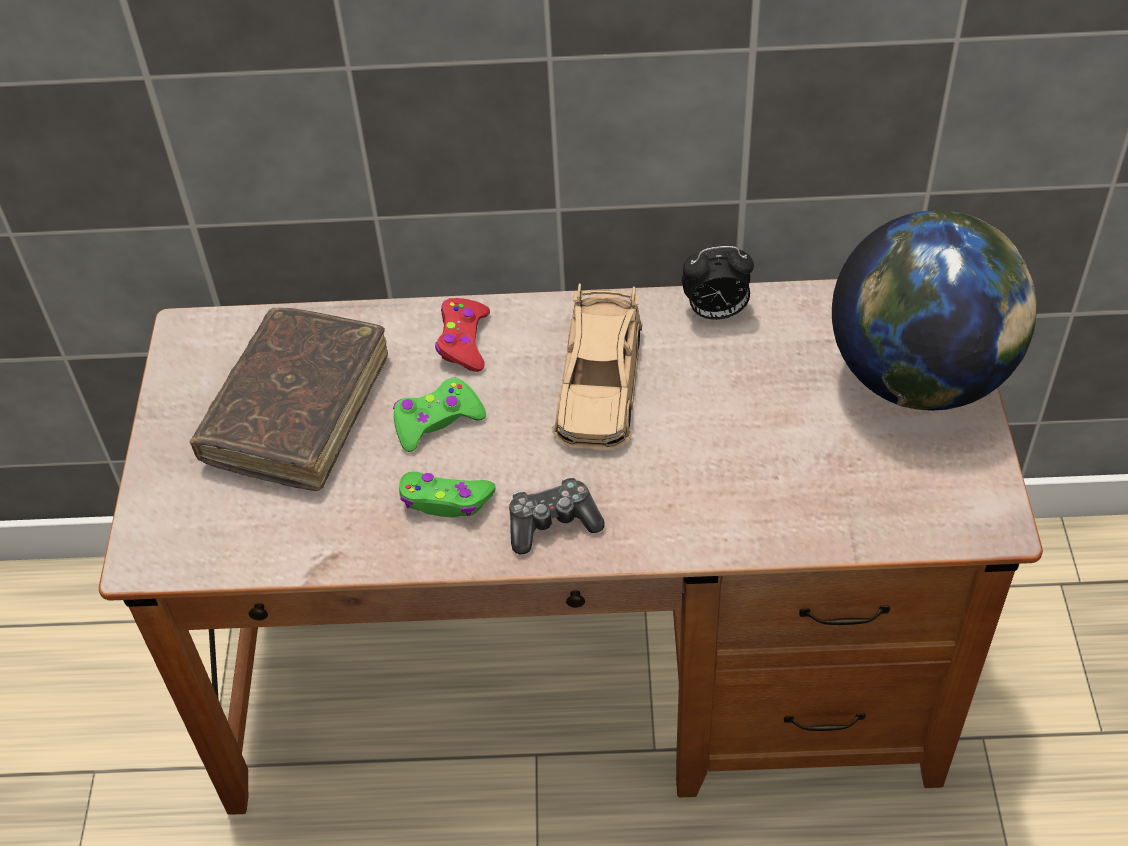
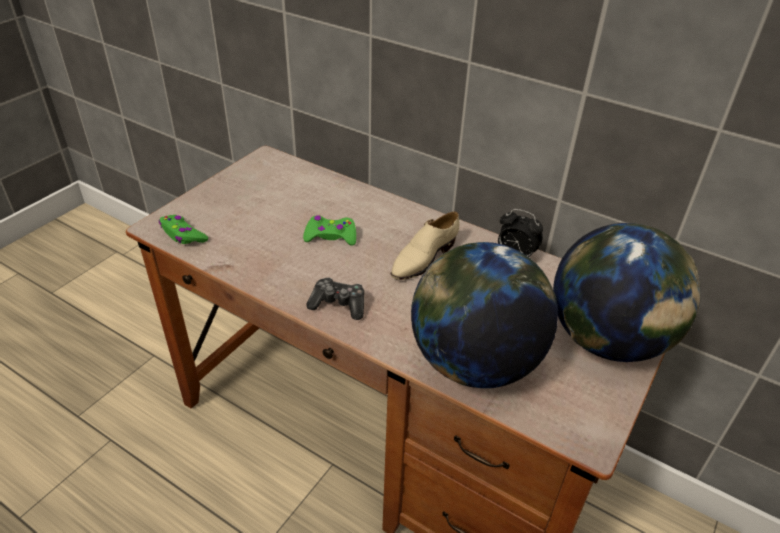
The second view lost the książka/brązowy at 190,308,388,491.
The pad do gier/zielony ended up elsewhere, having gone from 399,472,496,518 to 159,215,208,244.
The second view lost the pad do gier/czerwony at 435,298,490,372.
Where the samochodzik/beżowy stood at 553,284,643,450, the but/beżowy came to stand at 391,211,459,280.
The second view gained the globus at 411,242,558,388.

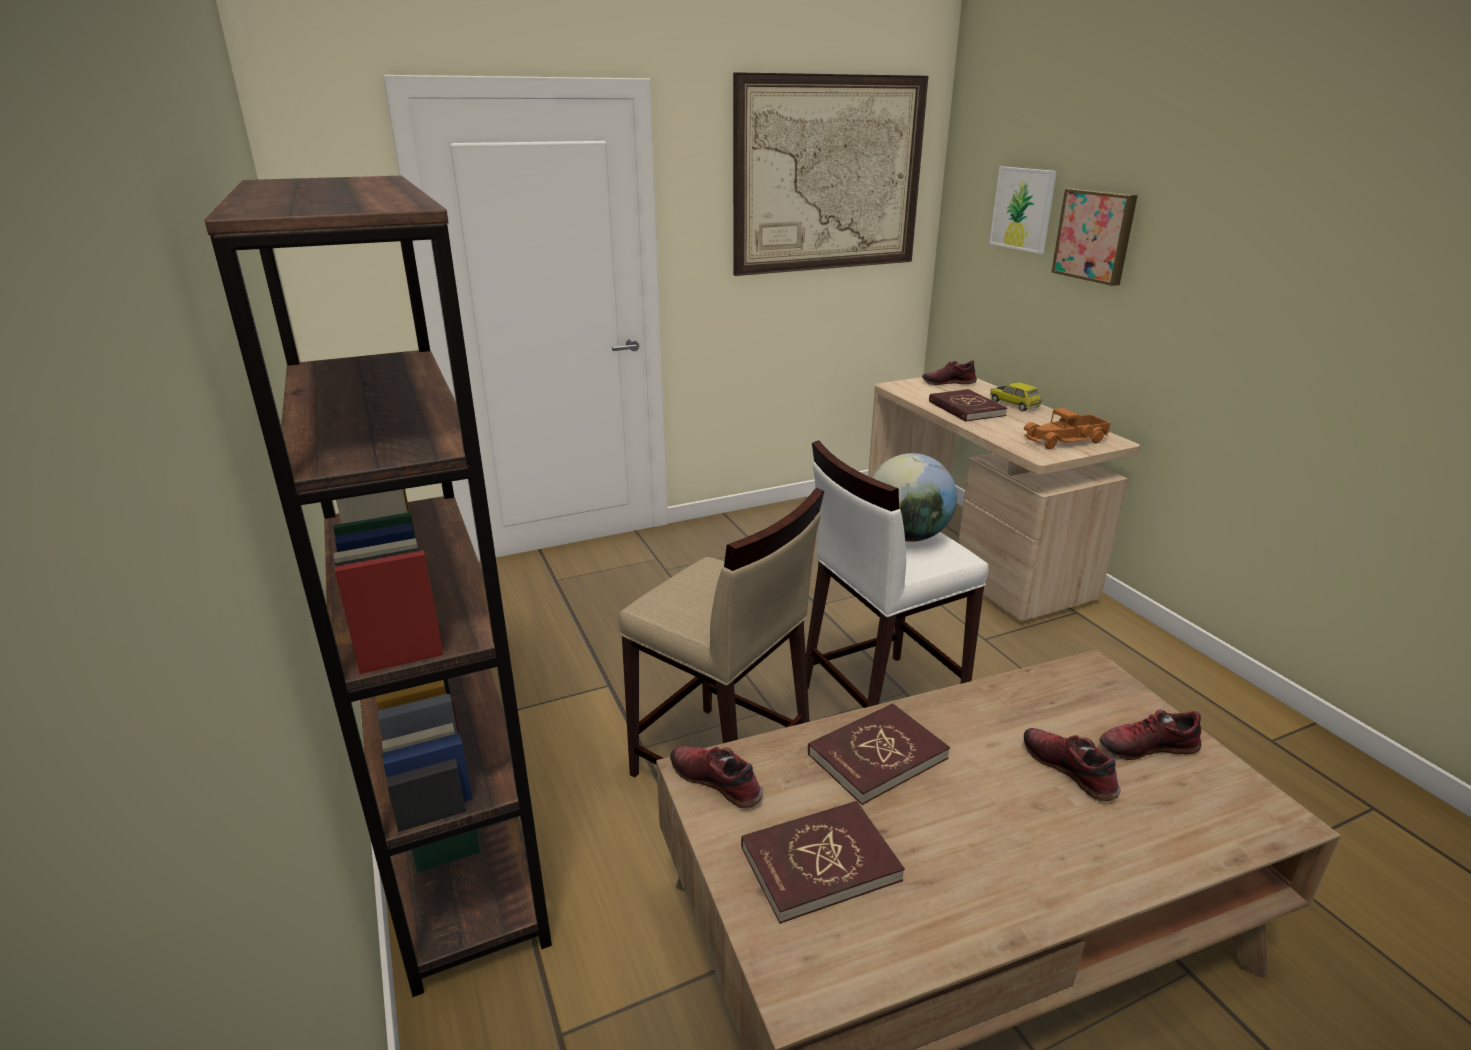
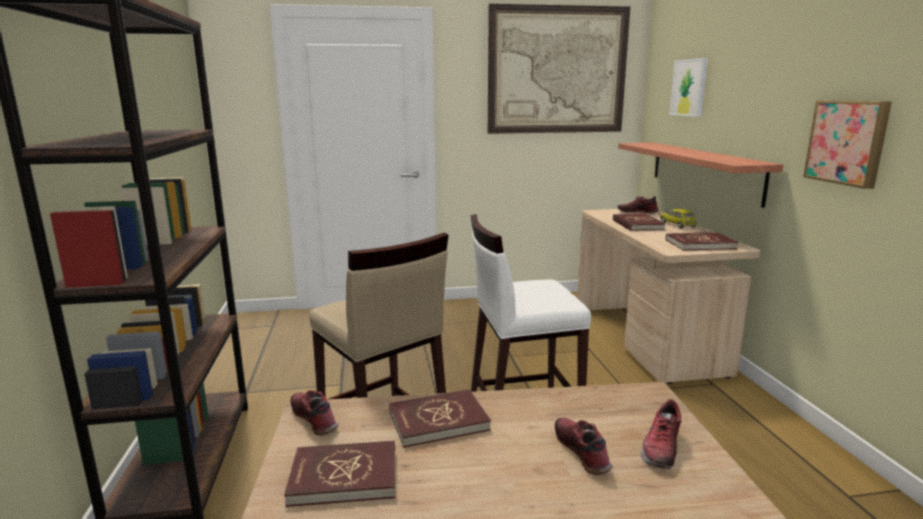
The second view lost the globus at 872,453,957,542.
Where the ciężarówka zabawkowa stood at 1024,408,1111,449, the książka/czerwony came to stand at 666,232,738,251.
The obraz ended up elsewhere, having gone from 1051,188,1138,286 to 803,100,892,189.
The but at 1099,710,1201,760 ended up facing another way, 75 degrees counterclockwise from before.
The second view gained the półka at 618,142,783,208.

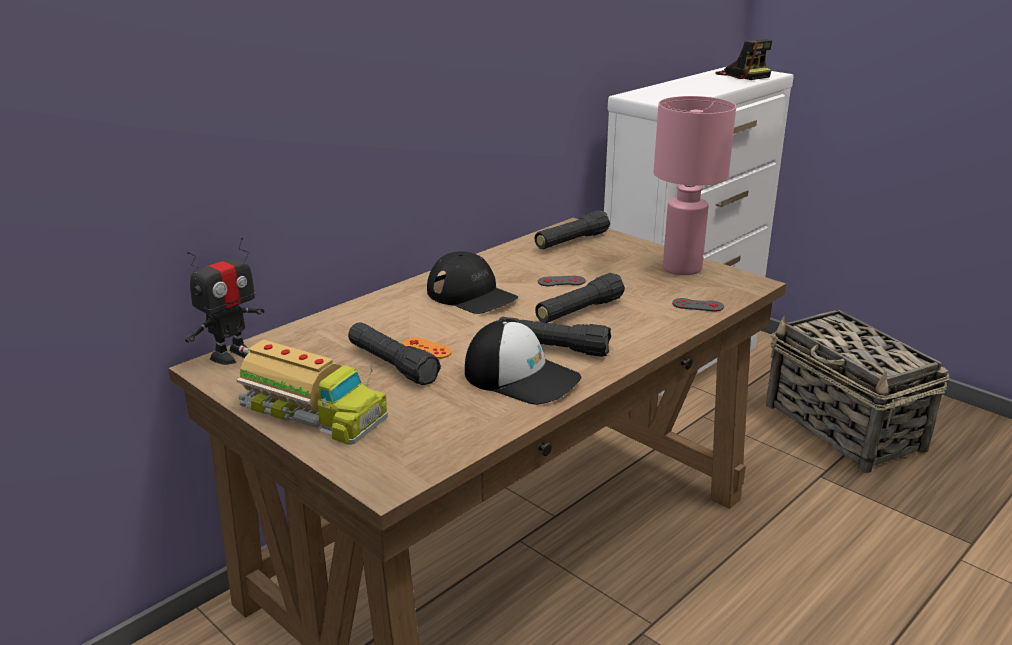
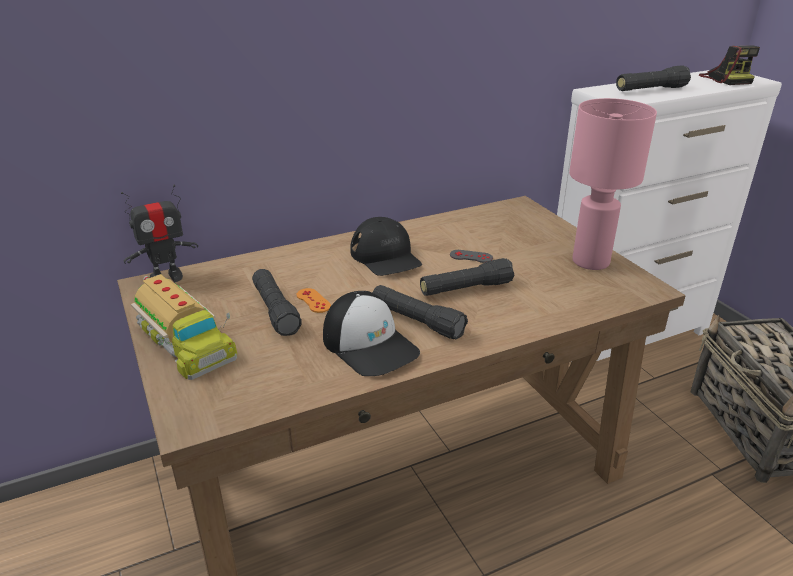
The latarka/czarny ended up elsewhere, having gone from 535,210,610,249 to 616,65,691,91.
The second view lost the pad do gier/szary at 672,298,724,311.

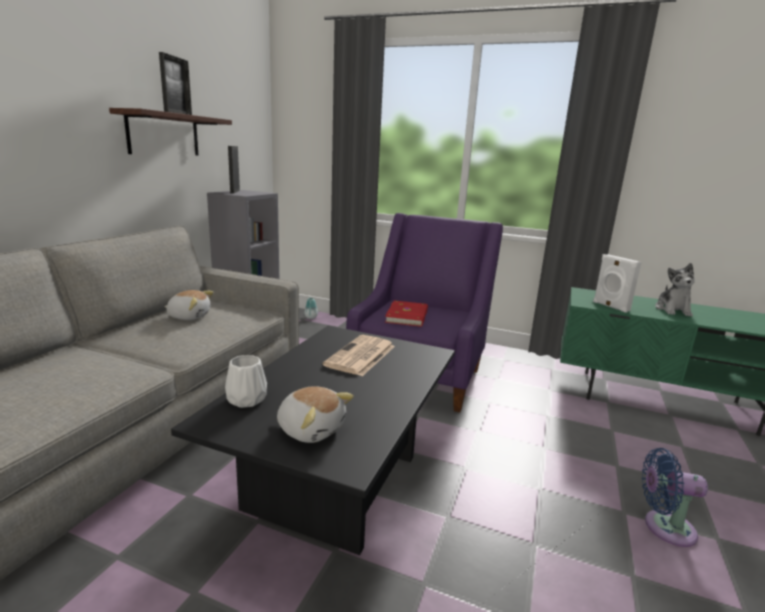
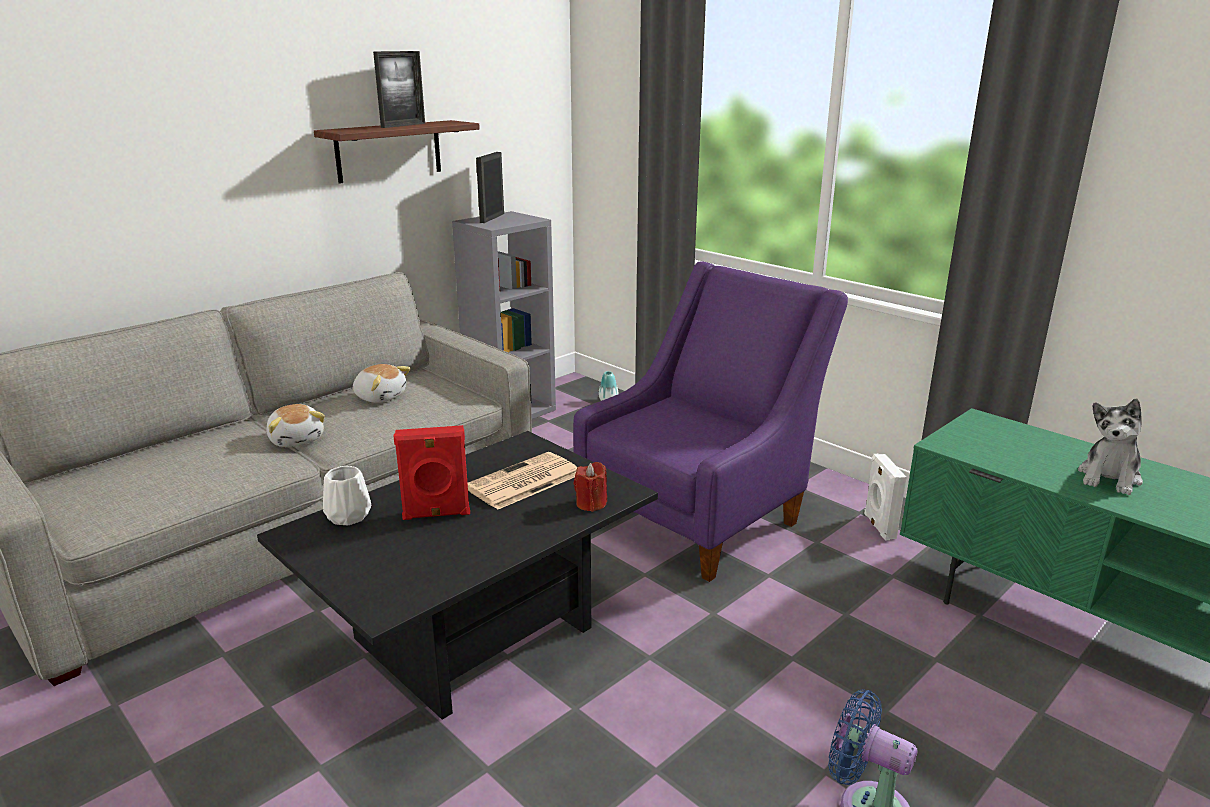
The pluszak ended up elsewhere, having gone from 277,386,354,443 to 266,404,325,447.
The second view lost the książka/czerwony at 385,301,428,327.
The głośnik/biały ended up elsewhere, having gone from 593,254,642,313 to 864,454,906,540.
The second view gained the głośnik/czerwony at 394,425,470,520.
The second view gained the świeca/czerwony at 574,462,607,512.

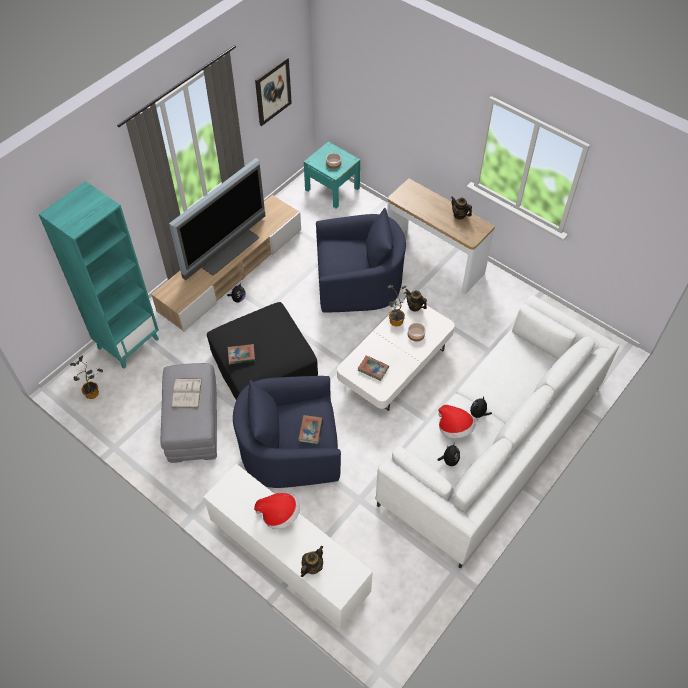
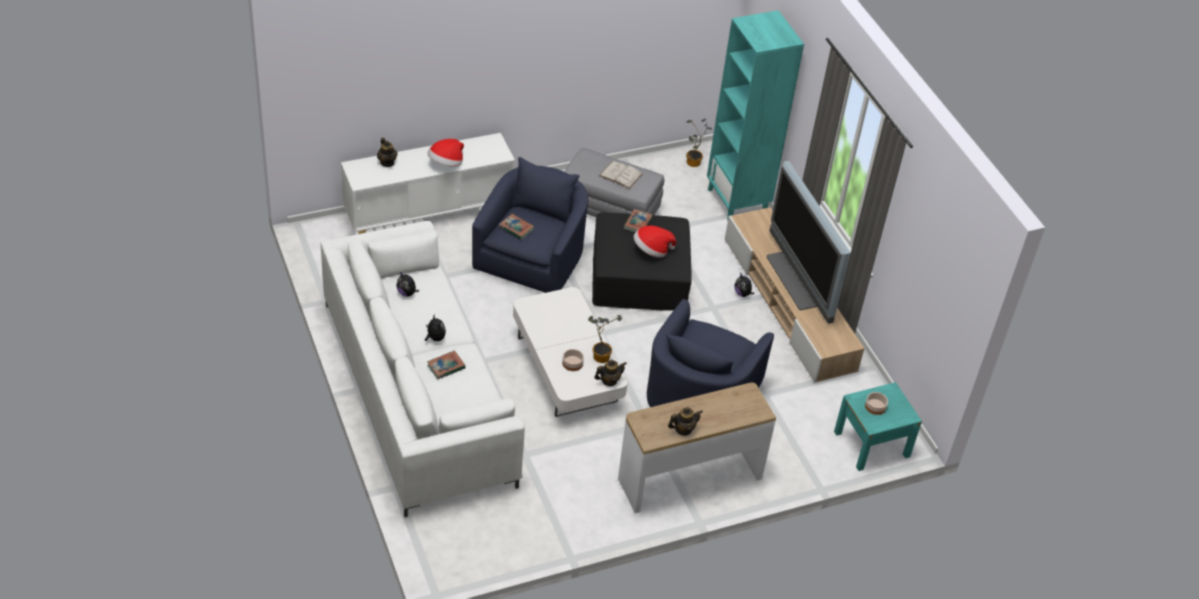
The second view lost the obraz at 255,57,292,126.
The książka ended up elsewhere, having gone from 358,355,389,381 to 427,350,466,379.
The kapelusz ended up elsewhere, having gone from 438,405,475,439 to 634,225,676,257.

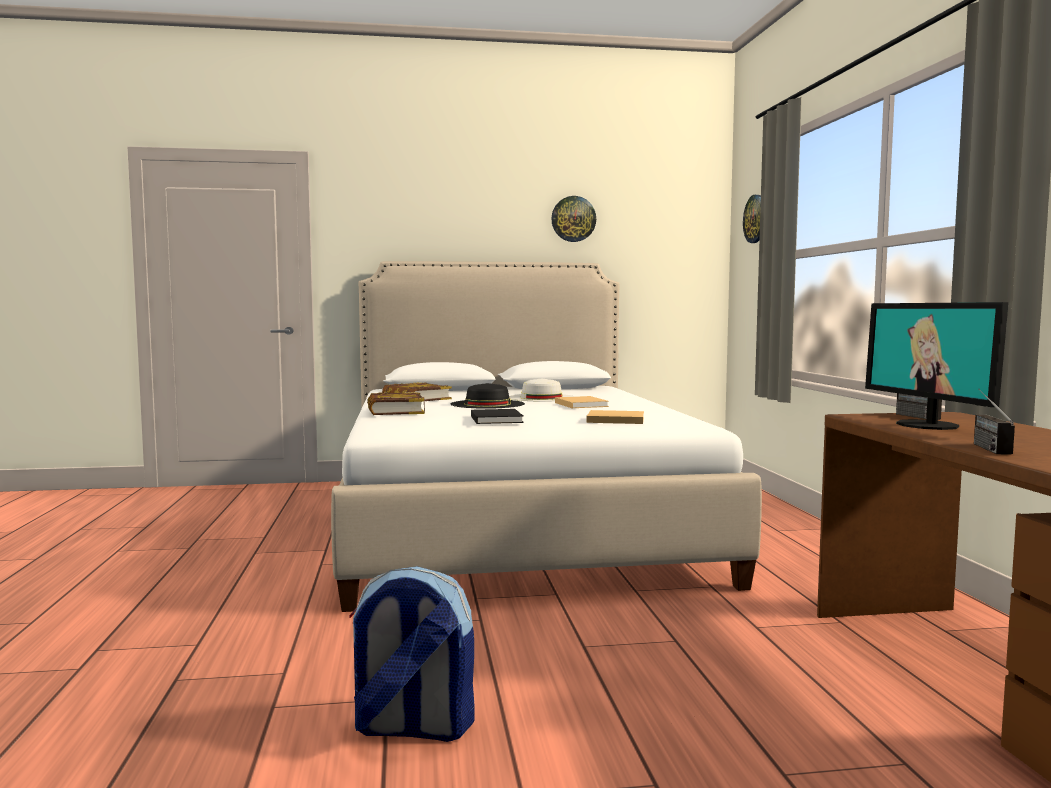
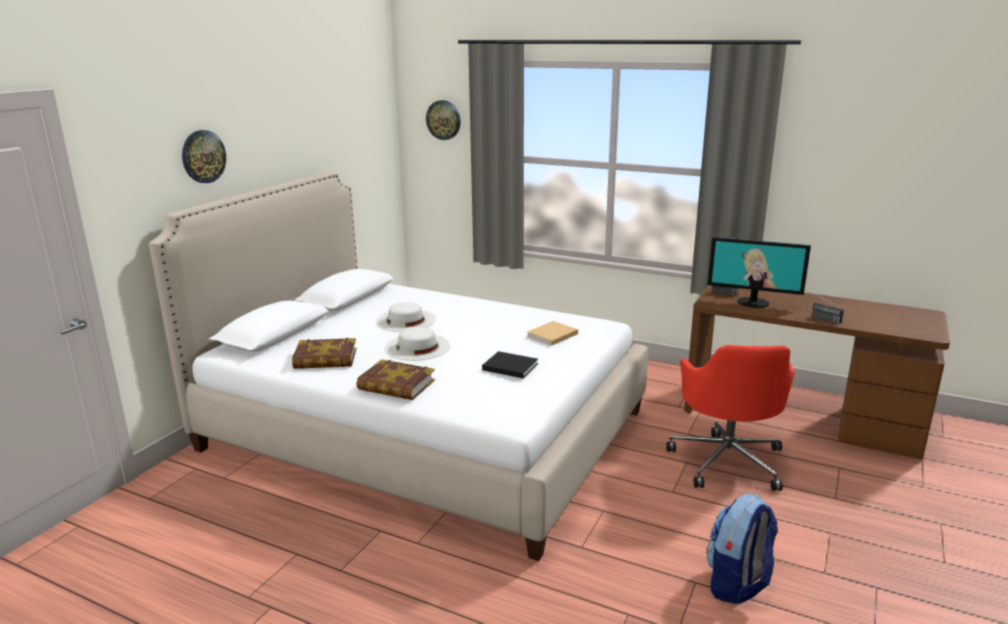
What was the kapelusz/czarny at 451,383,525,409 turned into the kapelusz/biały at 385,327,450,360.
The zegar ścienny ended up elsewhere, having gone from 551,196,596,242 to 182,130,226,183.
The second view lost the książka/beżowy at 555,396,609,408.
The second view gained the krzesło biurowe/czerwony at 666,345,795,491.

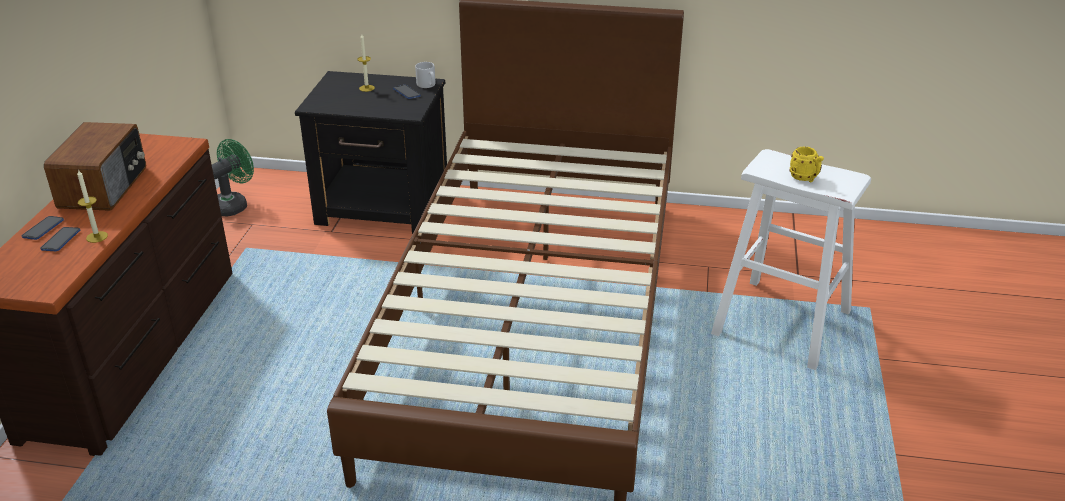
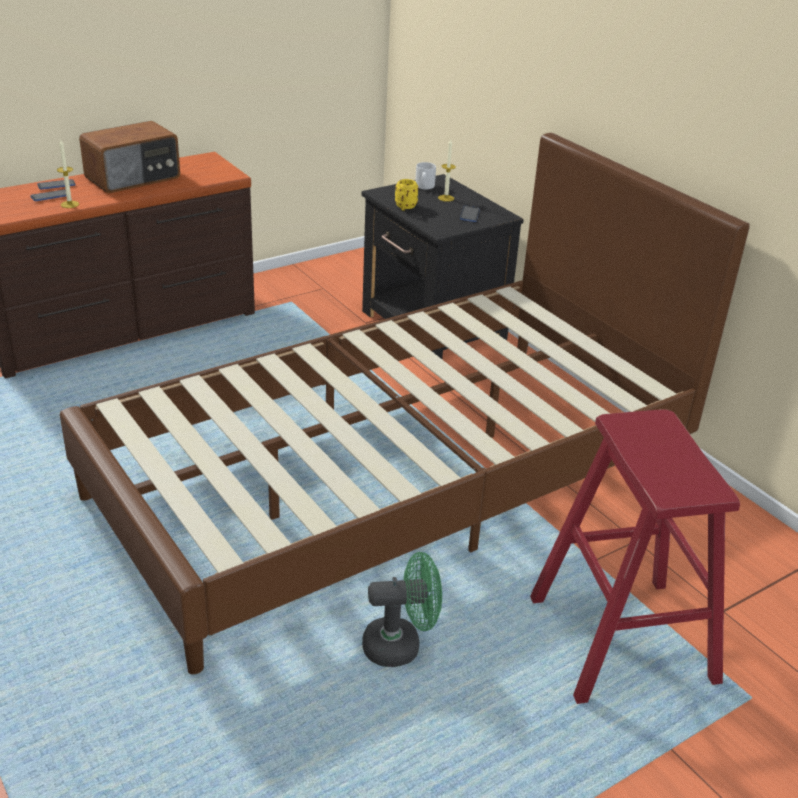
The wentylator/zielony ended up elsewhere, having gone from 212,139,254,217 to 362,552,442,667.
The kubek/szary ended up elsewhere, having gone from 415,62,435,88 to 415,162,436,189.
What was the stołek/biały at 711,149,871,370 turned into the stołek/czerwony at 530,409,740,704.
The kubek/żółty ended up elsewhere, having gone from 789,146,824,183 to 395,179,419,211.

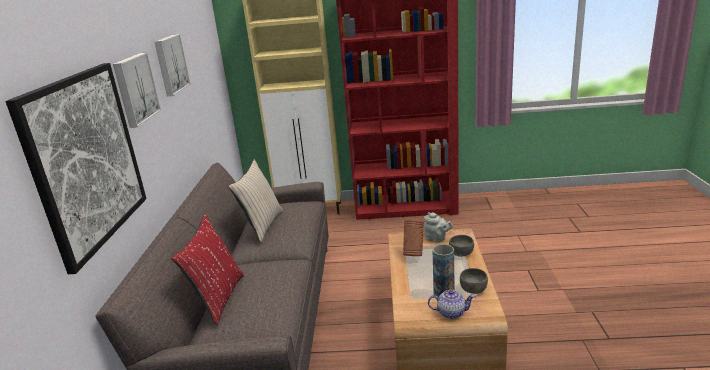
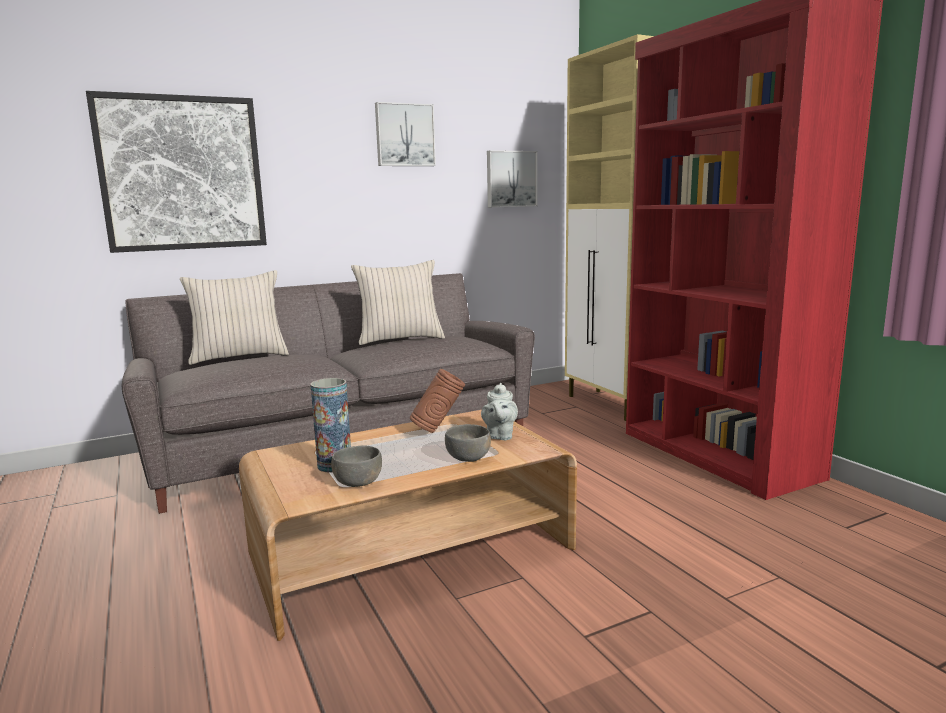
The obraz ended up elsewhere, having gone from 113,53,161,128 to 487,150,537,208.
What was the poduszka/czerwony at 171,214,244,325 turned into the poduszka/beżowy at 180,270,289,365.
The second view lost the imbryk at 428,290,475,319.

